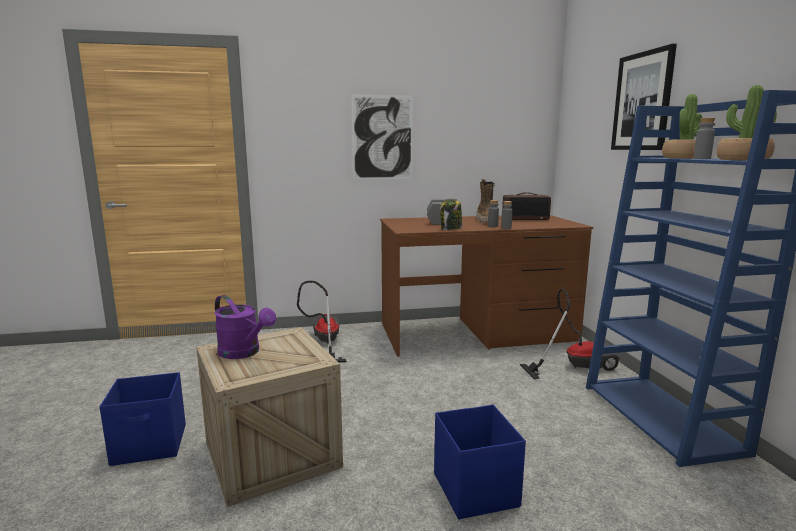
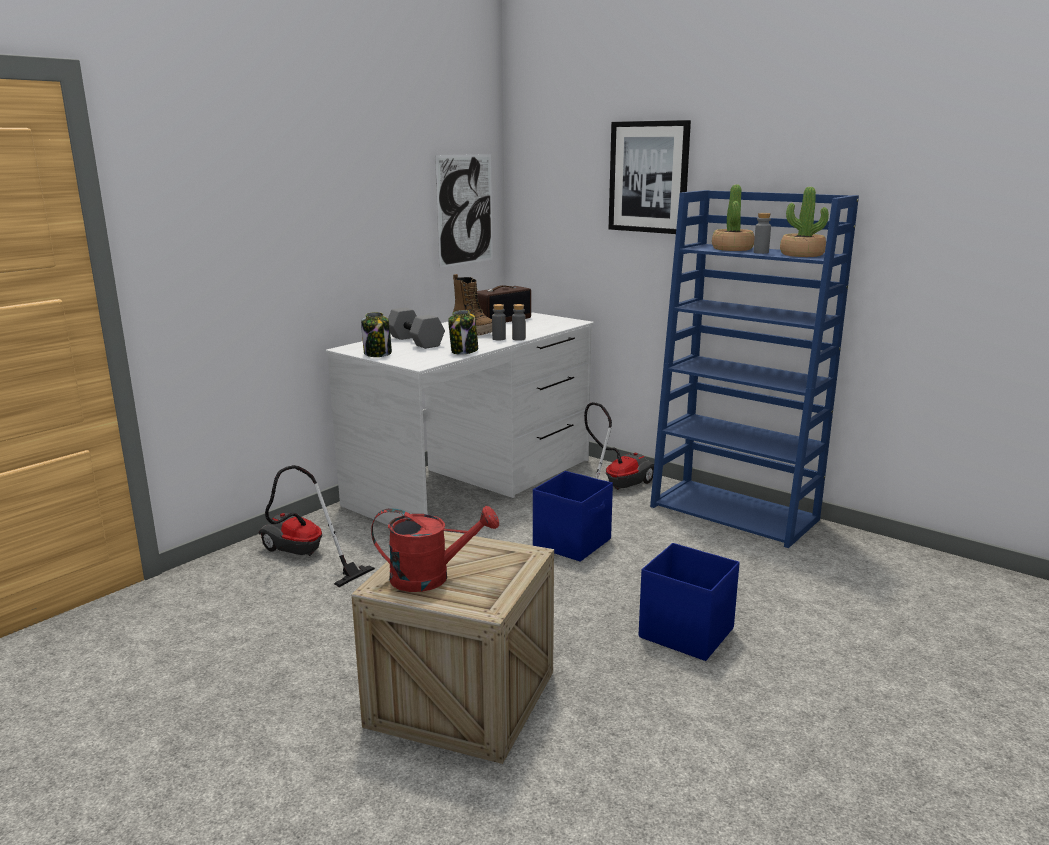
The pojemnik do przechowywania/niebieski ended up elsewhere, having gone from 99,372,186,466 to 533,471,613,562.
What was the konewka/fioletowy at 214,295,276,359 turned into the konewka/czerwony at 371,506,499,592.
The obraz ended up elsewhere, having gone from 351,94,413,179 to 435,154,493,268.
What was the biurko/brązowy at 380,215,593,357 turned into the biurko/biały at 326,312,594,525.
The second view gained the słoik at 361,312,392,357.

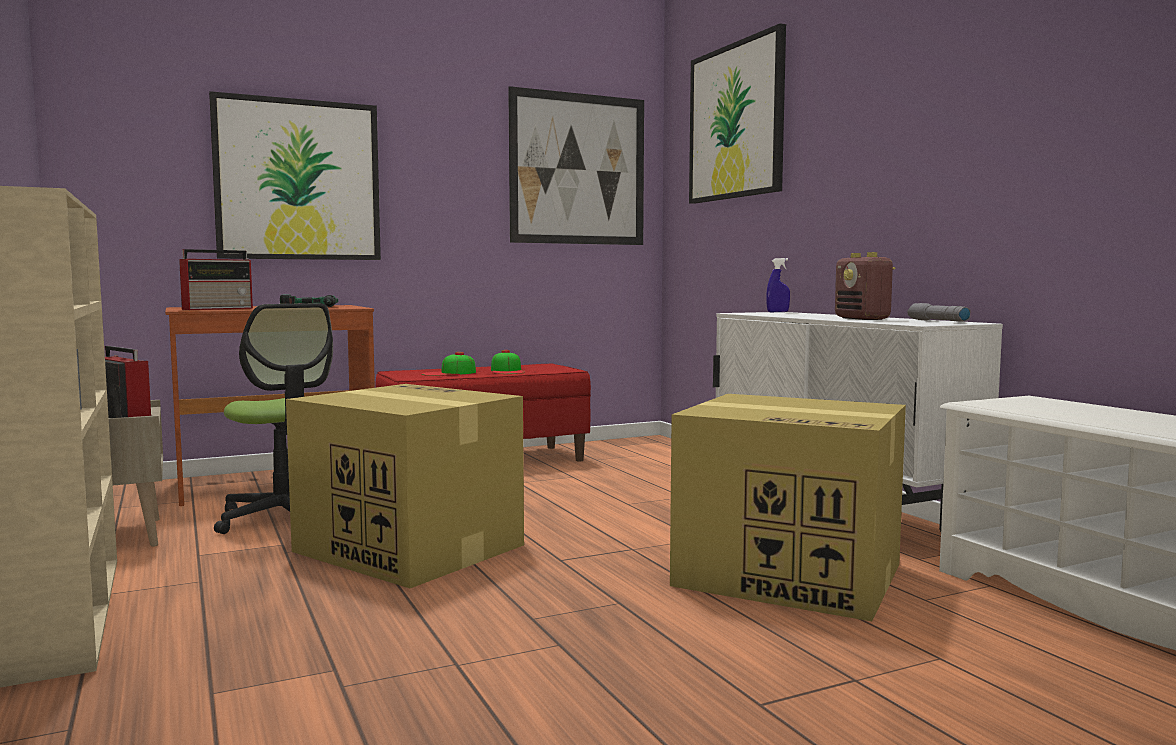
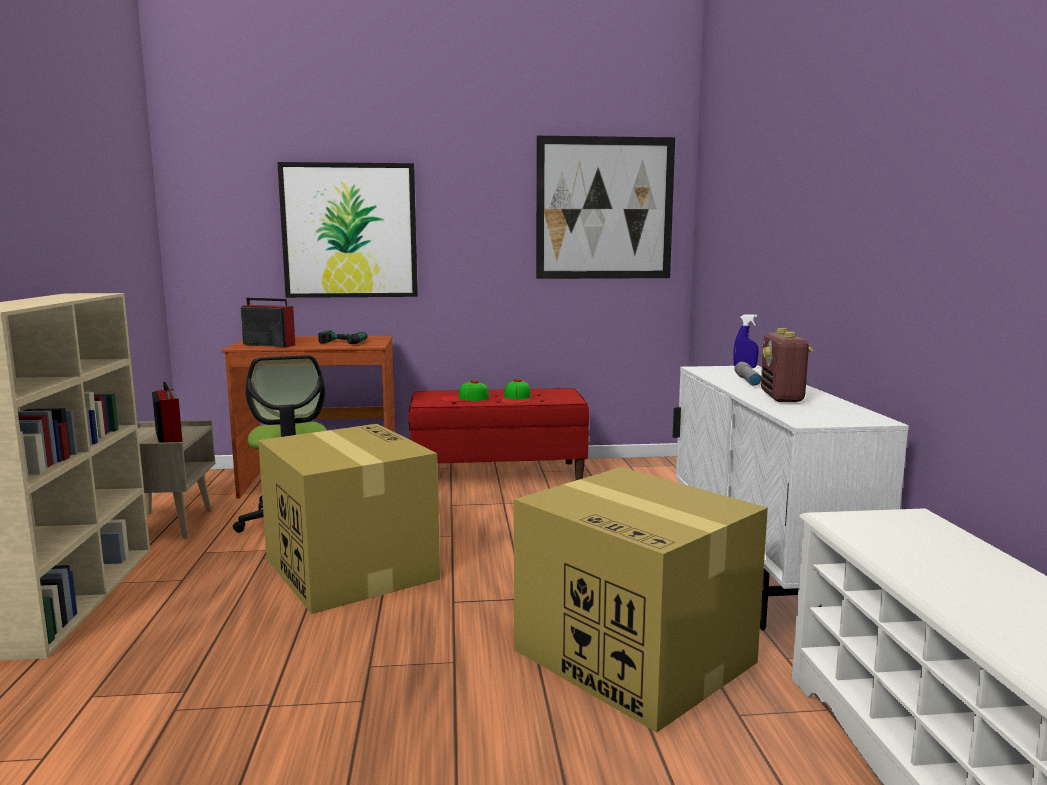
The radio at 179,249,253,310 ended up facing another way, 135 degrees counterclockwise from before.
The second view lost the obraz at 689,23,786,204.
The latarka/szary ended up elsewhere, having gone from 907,303,970,322 to 734,362,761,386.

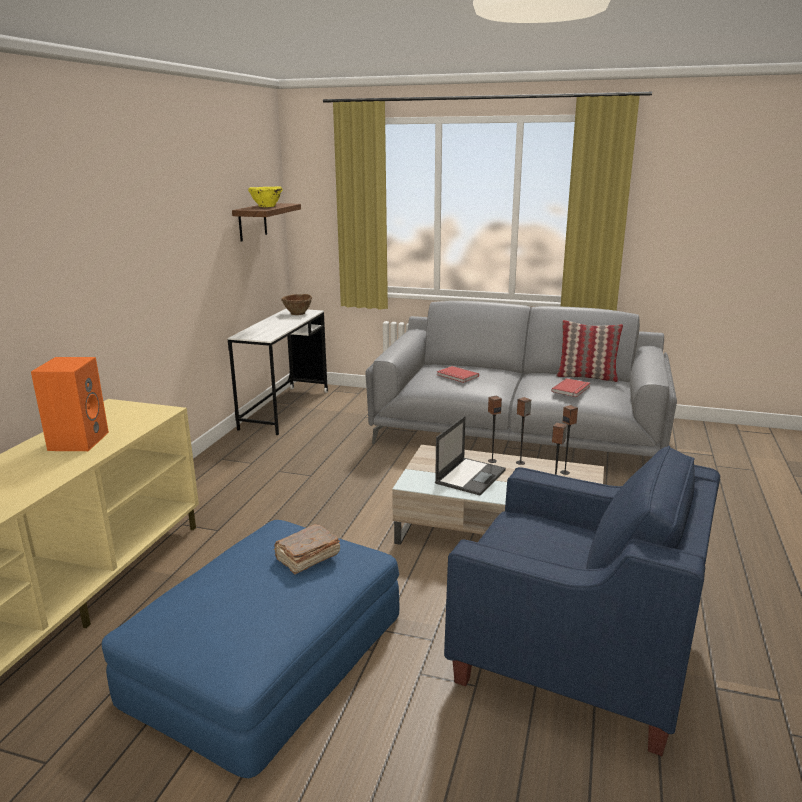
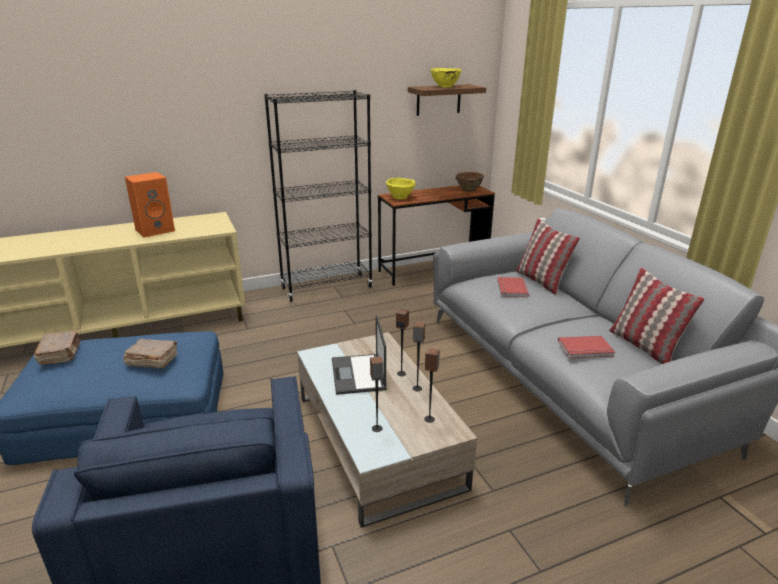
What was the biurko/biały at 228,308,328,435 turned into the biurko/brązowy at 378,185,495,286.
The laptop at 435,416,506,496 ended up facing another way, 90 degrees clockwise from before.
The second view gained the książka/brązowy at 34,330,80,365.
The second view gained the regał/czarny at 264,90,373,302.
The second view gained the miska/żółty at 386,178,416,199.
The second view gained the poduszka at 516,218,580,295.

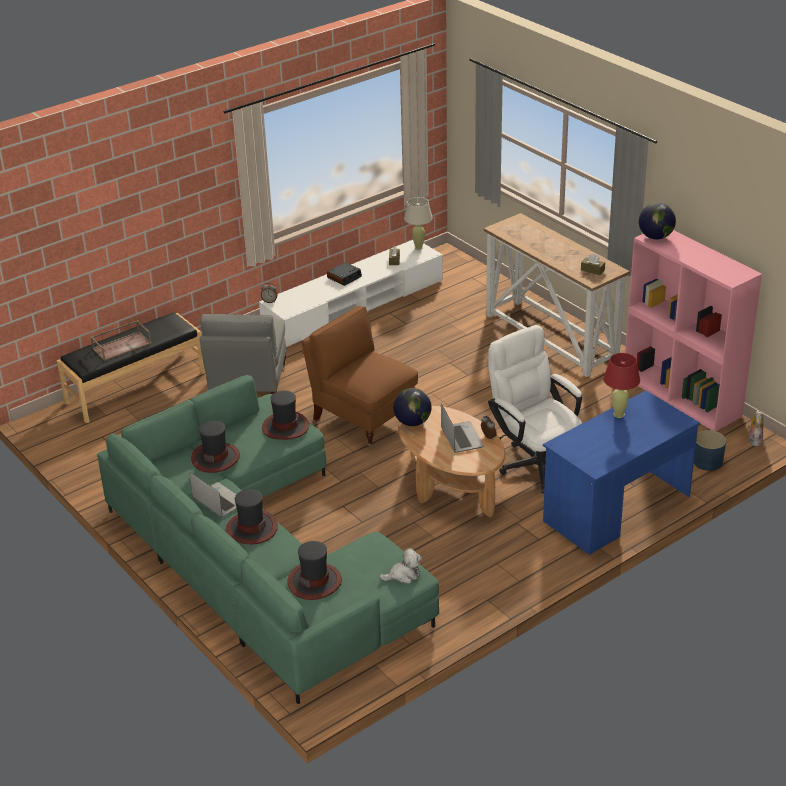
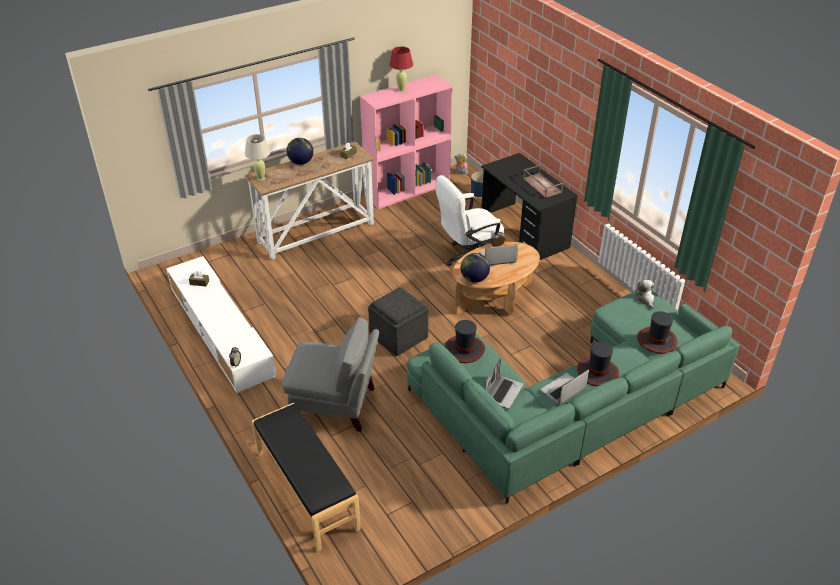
The taca/brązowy ended up elsewhere, having gone from 91,320,151,361 to 523,165,563,198.
Where the kapelusz stood at 191,421,240,473, the laptop came to stand at 485,358,524,409.
Where the fotel/brązowy stood at 302,306,418,447, the pufa/szary came to stand at 368,287,429,356.
The second view lost the budzik at 327,262,362,286.
The lampa stołowa/beżowy ended up elsewhere, having gone from 404,197,433,250 to 245,134,270,181.
What was the biurko/niebieski at 543,390,700,555 turned into the biurko/czarny at 481,153,578,260.
The lampa stołowa/czerwony ended up elsewhere, having gone from 603,353,640,418 to 389,47,413,92.
The globus ended up elsewhere, having gone from 639,203,676,239 to 287,138,313,165.

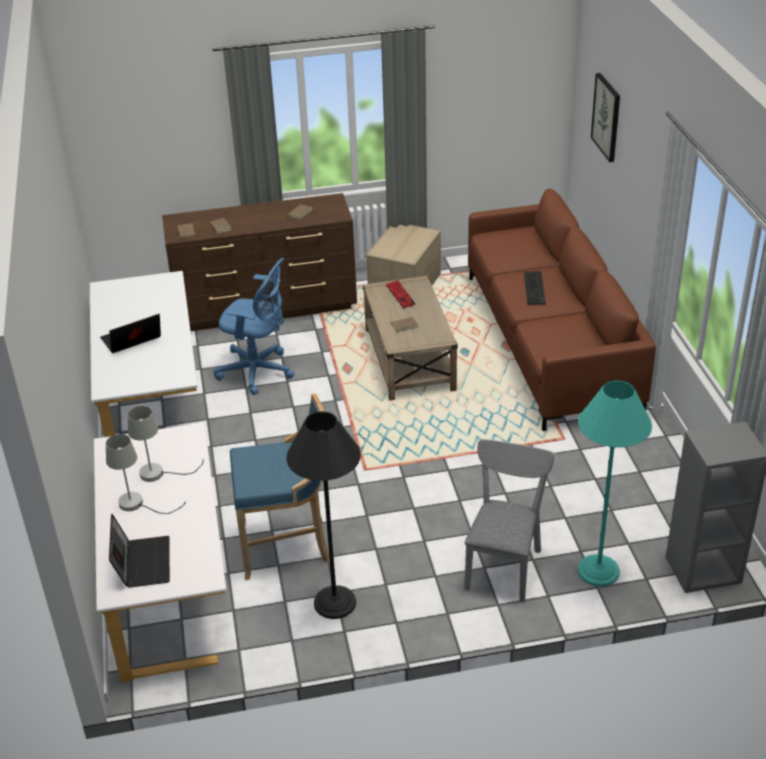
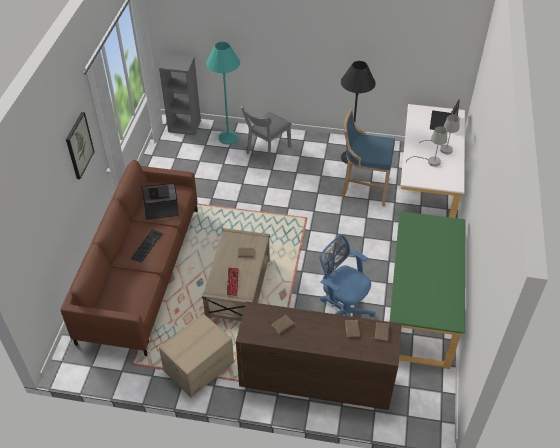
What was the biurko/biały at 90,271,198,437 turned into the biurko/zielony at 390,211,465,369.
The laptop ended up elsewhere, having gone from 100,314,161,353 to 141,183,179,220.
The obraz ended up elsewhere, having gone from 591,73,620,162 to 66,112,95,179.

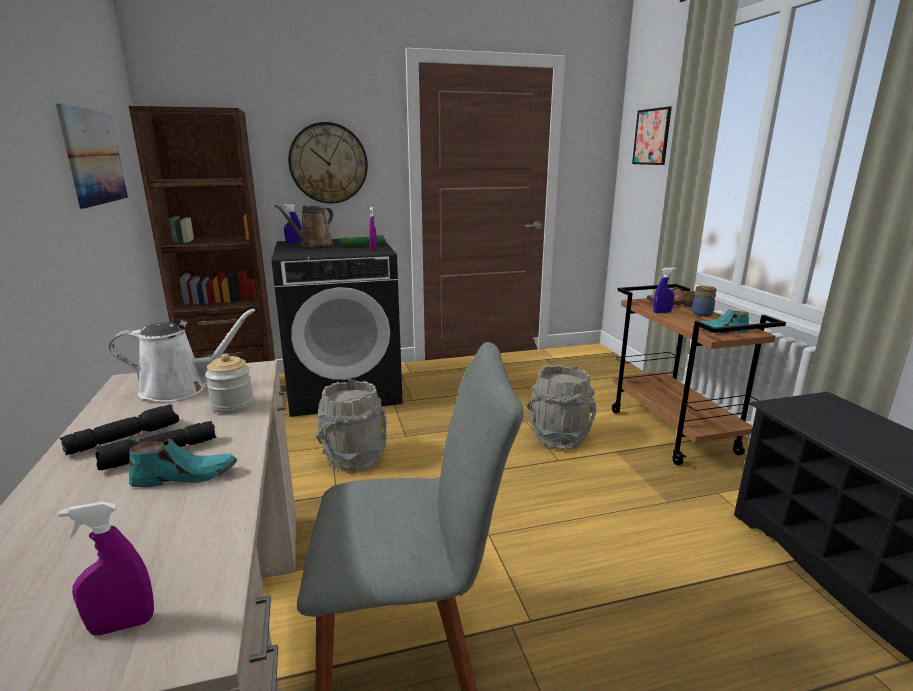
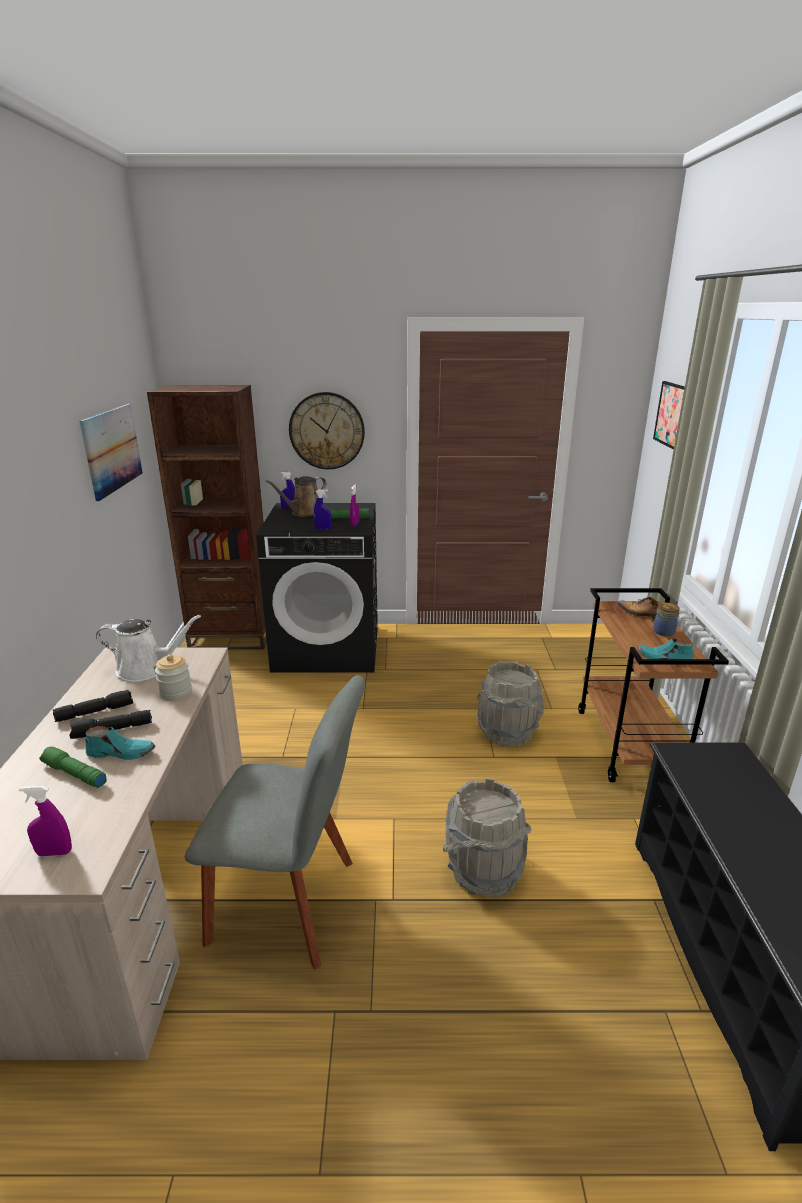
The wiadro/szary ended up elsewhere, having gone from 316,379,387,471 to 443,778,532,897.
The spryskiwacz/niebieski ended up elsewhere, having gone from 653,267,676,313 to 314,489,331,530.
The second view gained the latarka/zielony at 40,747,107,788.

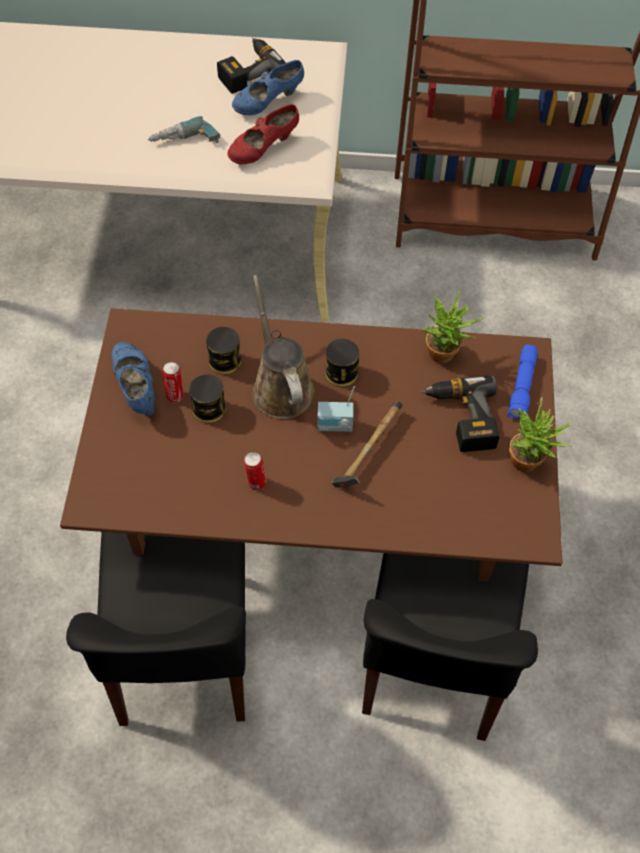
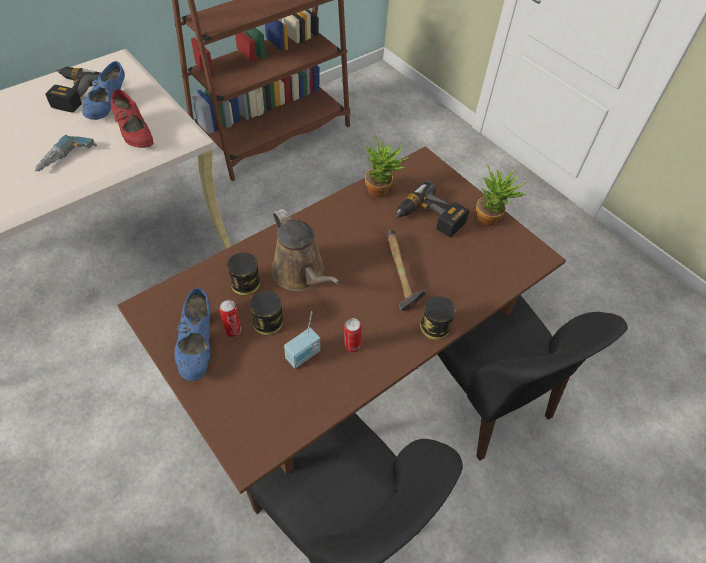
The but/niebieski at 111,342,155,416 ended up facing another way, 120 degrees counterclockwise from before.
The but/czerwony at 227,104,299,164 ended up facing another way, 45 degrees counterclockwise from before.
The konewka/brązowy at 252,275,314,419 ended up facing another way, 150 degrees counterclockwise from before.
The radio ended up elsewhere, having gone from 317,386,355,432 to 284,311,320,369.
The puszka ended up elsewhere, having gone from 325,339,359,387 to 420,296,456,340.
The second view lost the latarka/niebieski at 508,345,538,419.

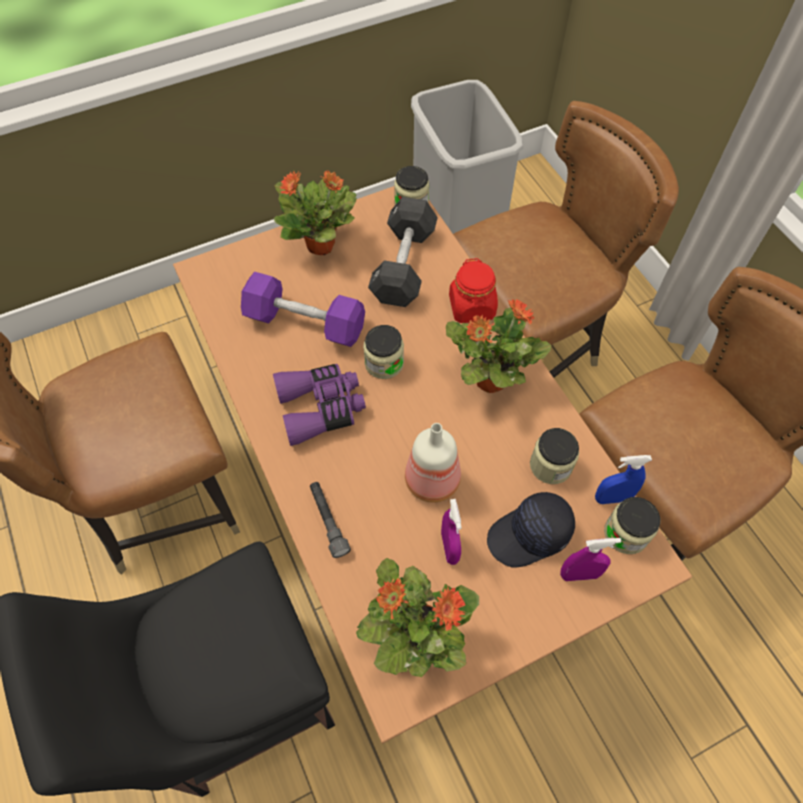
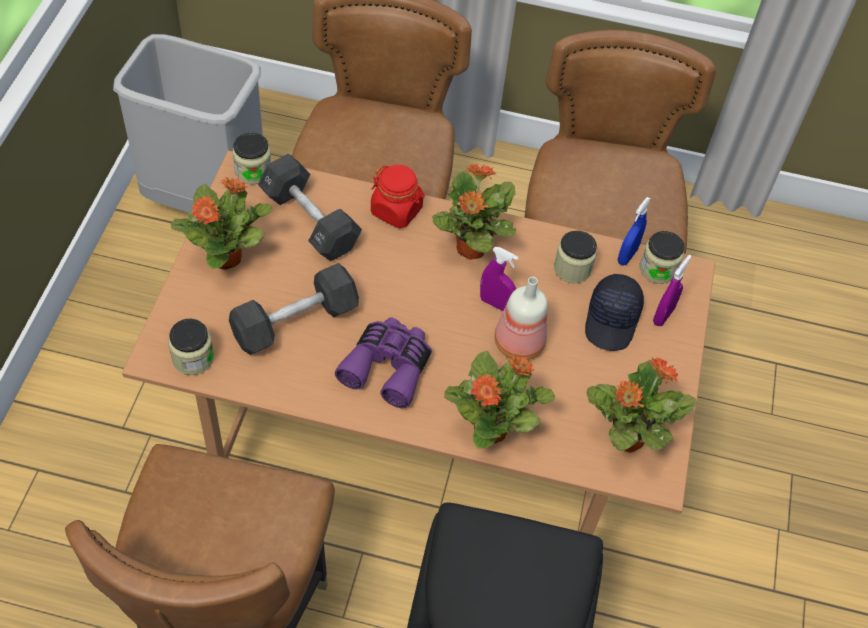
What was the hantel/fioletowy at 241,272,365,347 turned into the hantel/czarny at 229,263,359,355.
Where the latarka/szary stood at 310,482,351,558, the roślina doniczkowa came to stand at 444,351,555,449.
The słoik ended up elsewhere, having gone from 363,325,404,379 to 168,319,214,375.
The spryskiwacz/fioletowy ended up elsewhere, having gone from 441,499,462,565 to 480,247,519,311.

